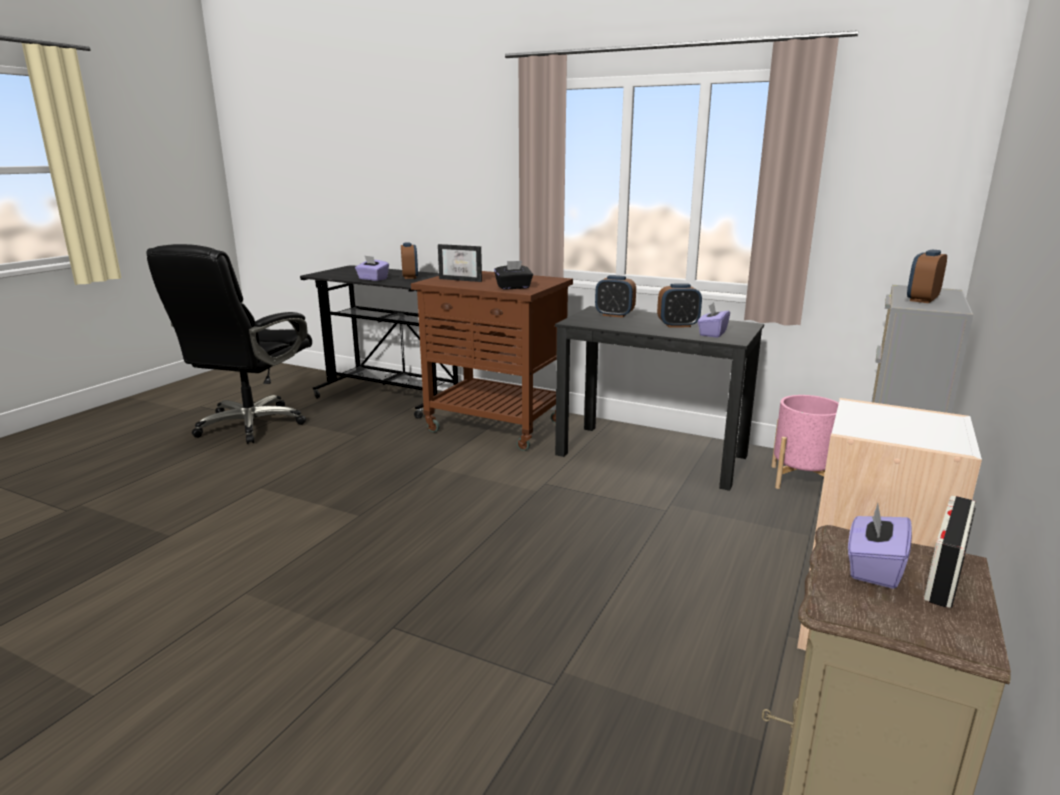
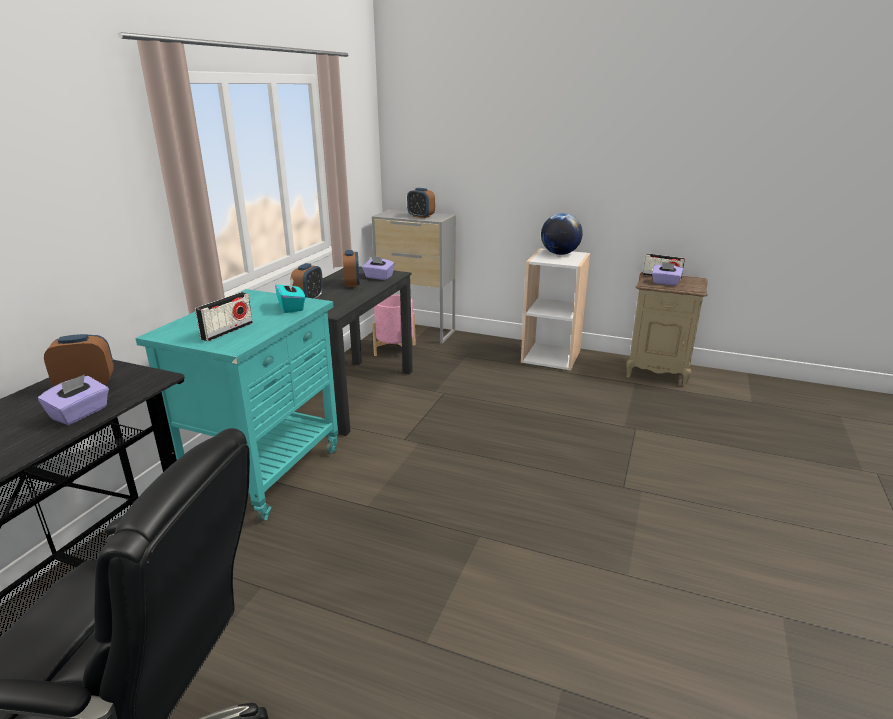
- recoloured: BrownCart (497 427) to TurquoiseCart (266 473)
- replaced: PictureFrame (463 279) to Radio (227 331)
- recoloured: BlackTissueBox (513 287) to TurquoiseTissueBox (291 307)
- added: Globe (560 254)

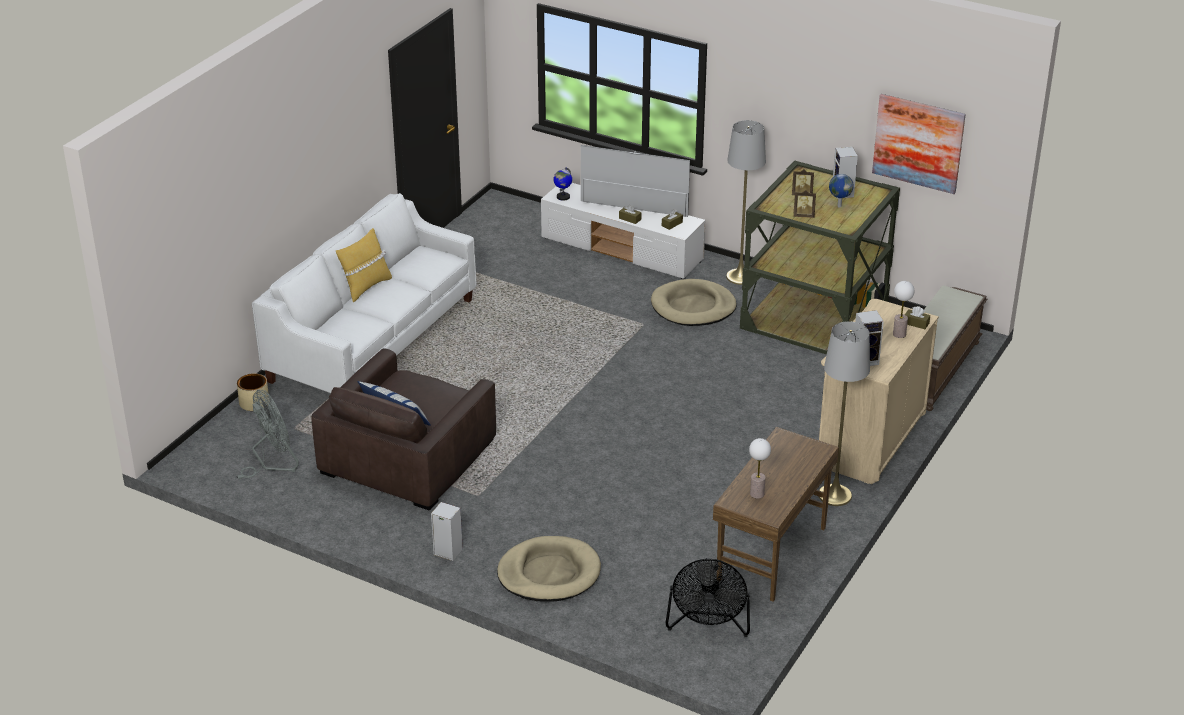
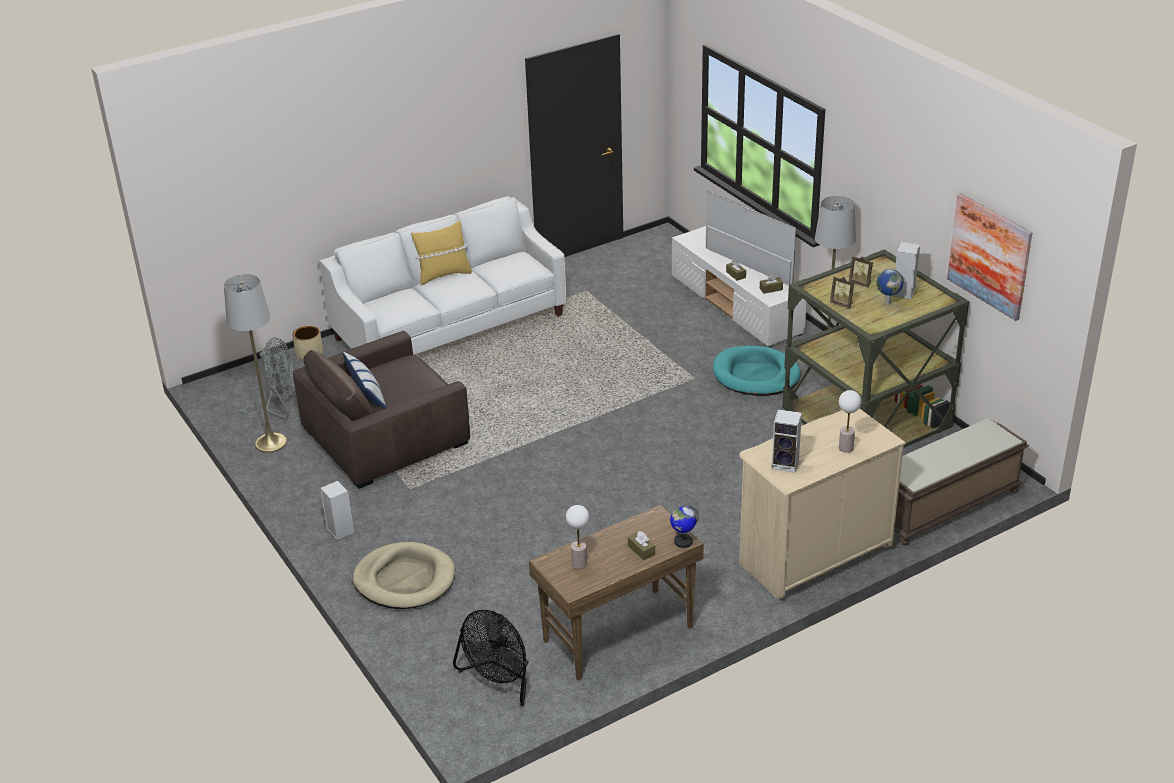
- moved: Globe (563 197) to (683 541)
- recoloured: BeigeDogBed (693 307) to TurquoiseDogBed (755 375)
- moved: GreyFloorLamp (835 495) to (271 443)
- moved: BrownTissueBox (916 323) to (641 550)

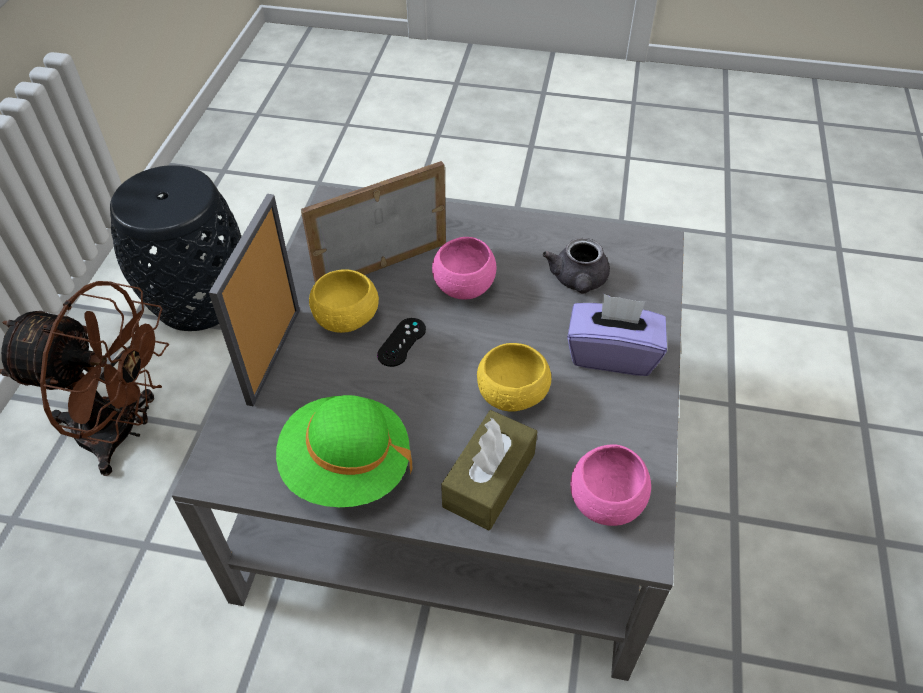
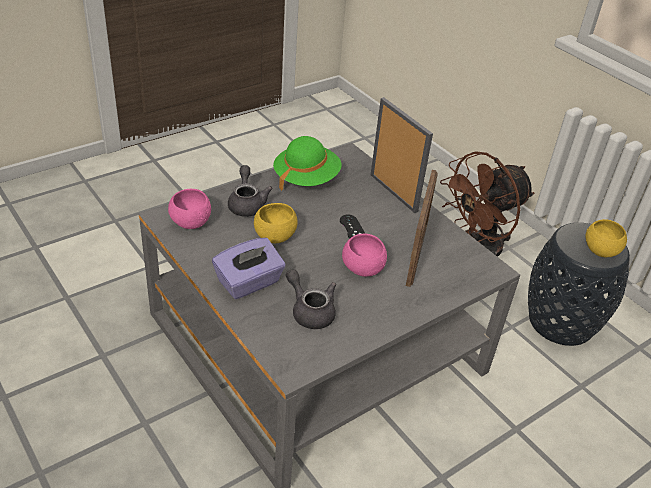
- moved: YellowBowl (347 319) to (600 251)
- replaced: BrownTissueBox (489 480) to GreyTeapot (247 204)

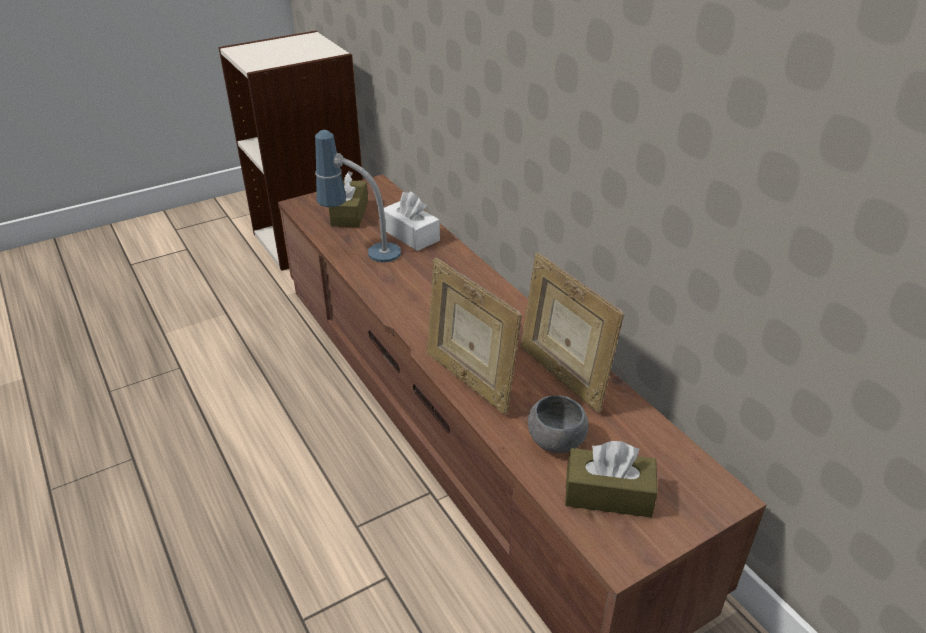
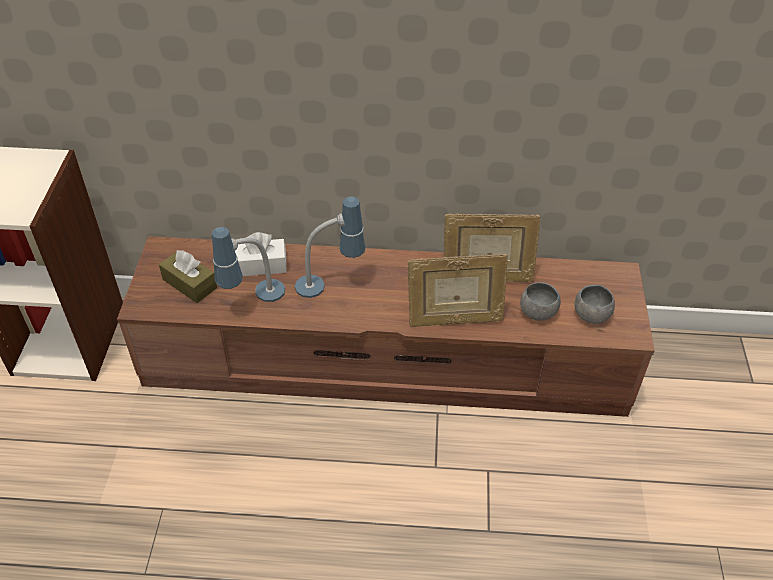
- replaced: BrownTissueBox (608 494) to GreyBowl (591 315)
- added: TableLamp (330 285)

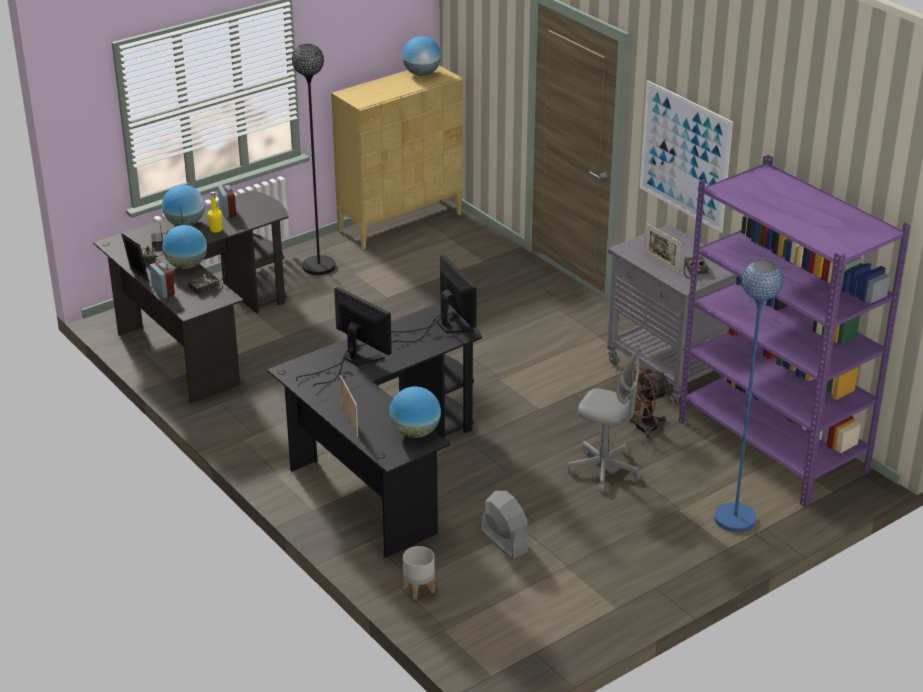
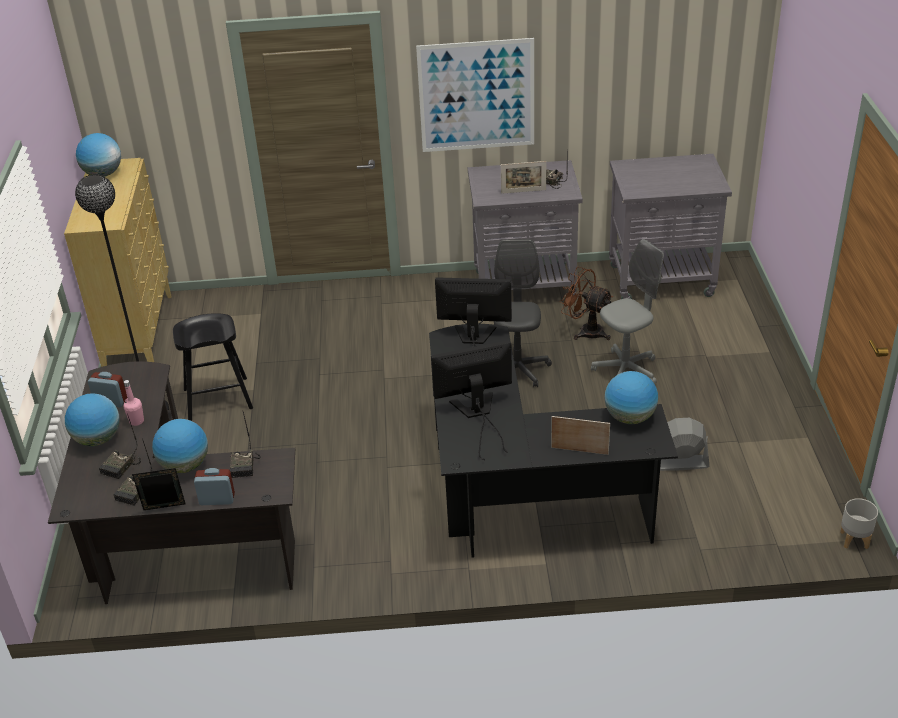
- recoloured: YellowBottle (216 229) to PinkBottle (136 421)
- moved: GreyPlanter (419 589) to (854 539)
- turned: BrownFan (640 428) = (585 331) 120 degrees clockwise
- replaced: PurpleBookcase (772 446) to GreyCart (662 281)
- removed: BlueFloorLamp (734 519)
- added: BlackStool (218 399)
- added: GreyOfficeChair (517 370)

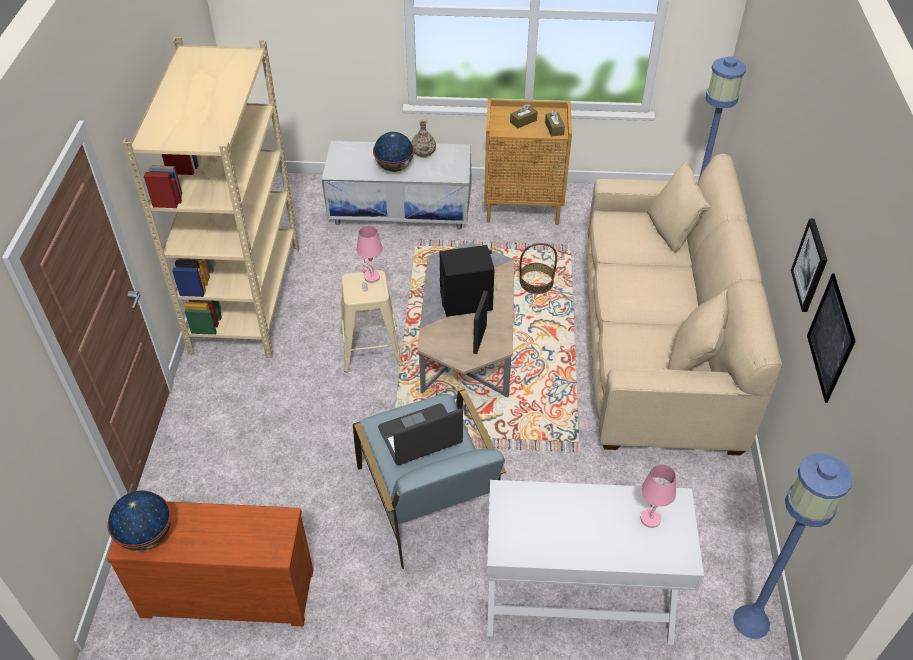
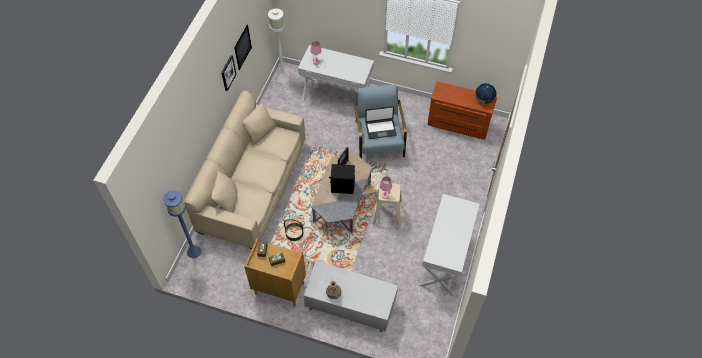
- replaced: BeigeBookcase (247 298) to WhiteConsoleTable (445 258)
- removed: Globe (394 167)
- recoloured: BlueFloorLamp (751 621) to WhiteFloorLamp (283 79)

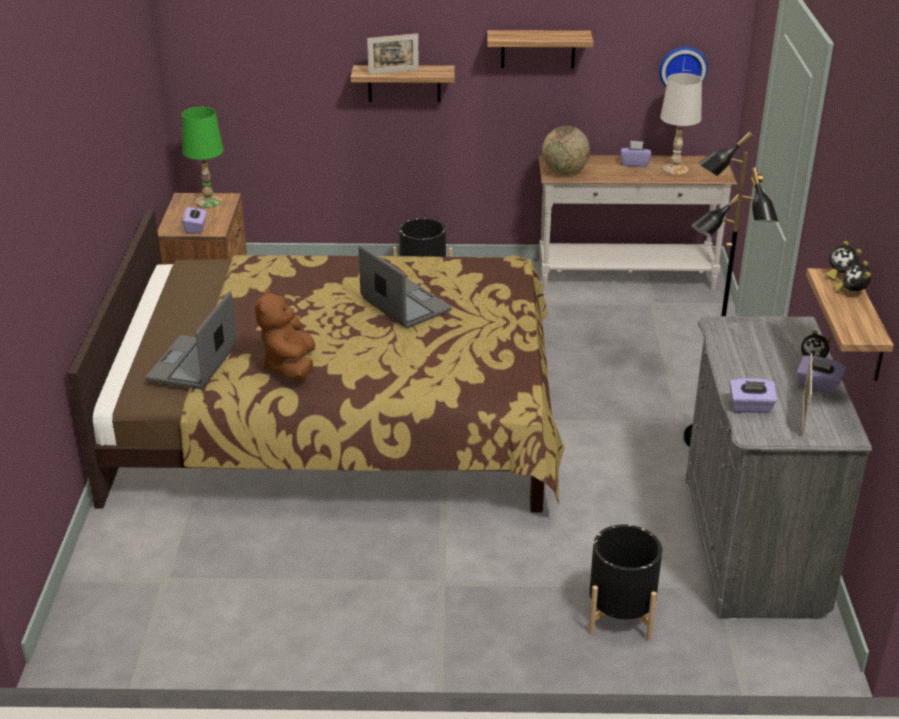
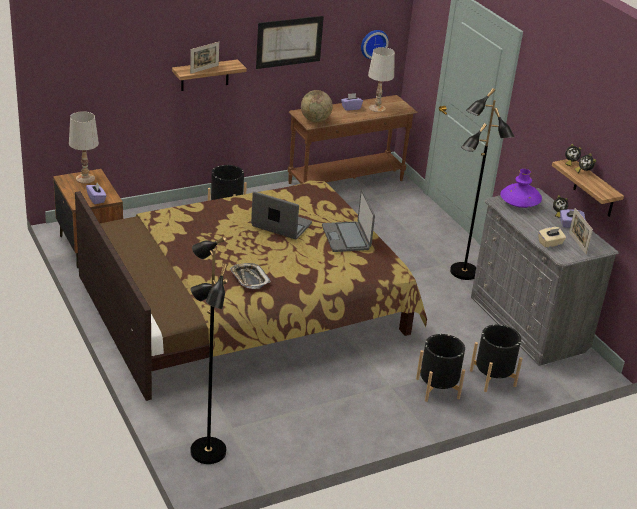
- moved: Laptop (193 364) to (346 237)
- recoloured: GreenTableLamp (208 202) to WhiteTableLamp (85 179)
- replaced: BrownPlushToy (290 367) to Tray (249 278)
- replaced: Shelf (538 49) to Picture (289 42)
- recoloured: WhiteConsoleTable (626 278) to BrownConsoleTable (346 182)
- recoloured: PurpleTissueBox (750 407) to BeigeTissueBox (550 243)
- added: BlackFloorLamp (207 451)
- added: BlackPlanter (437 388)
- added: PurpleVase (519 203)

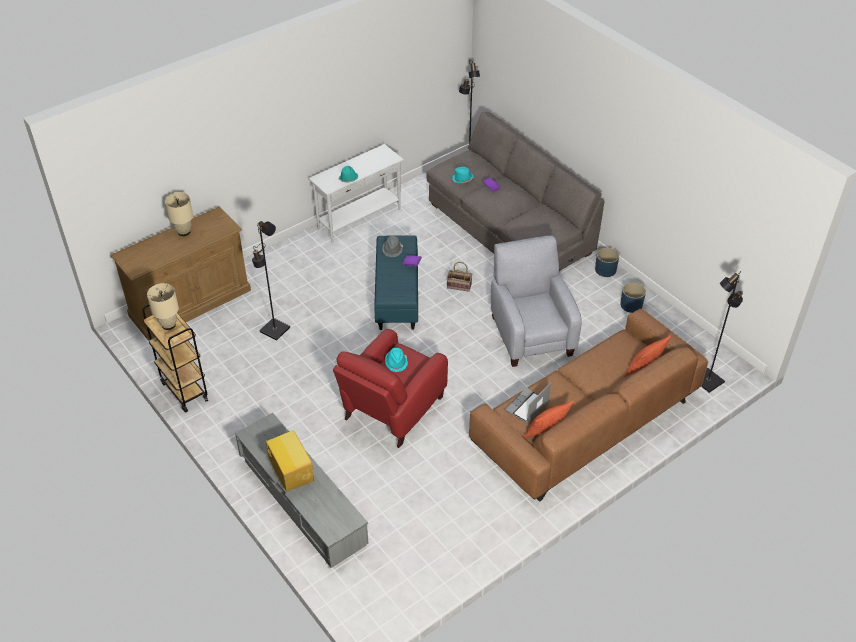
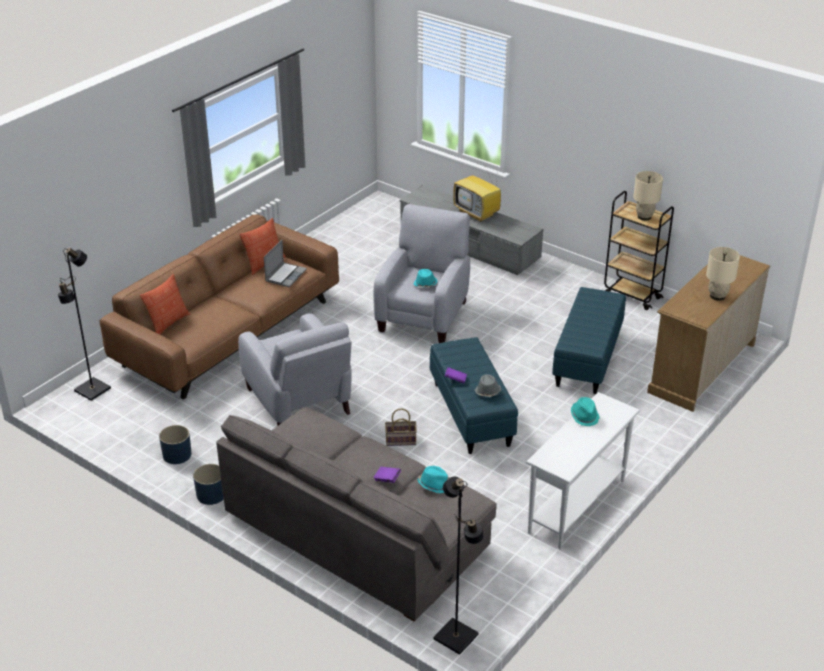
- replaced: BlackFloorLamp (274 329) to BlueOttoman (588 359)
- recoloured: RedArmchair (391 410) to GreyArmchair (424 314)

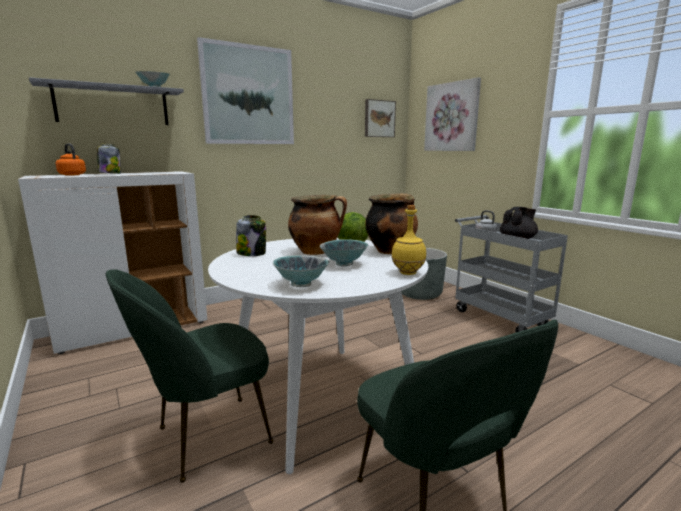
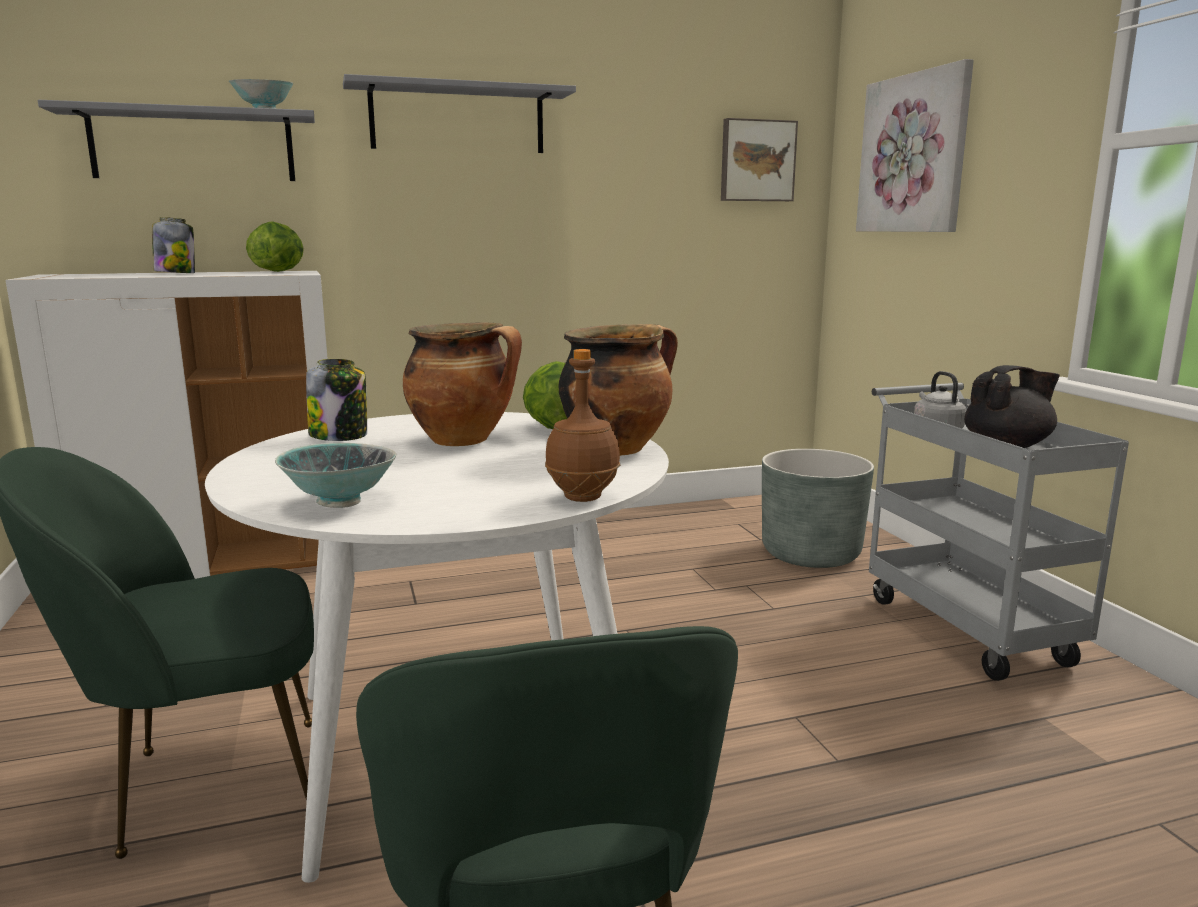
- removed: OrangeKettle (71 175)
- replaced: Picture (248 95) to GreyShelf (458 119)
- removed: Bowl (344 264)
- recoloured: YellowBottle (407 273) to BrownBottle (581 498)
- added: Lettuce (279 271)

